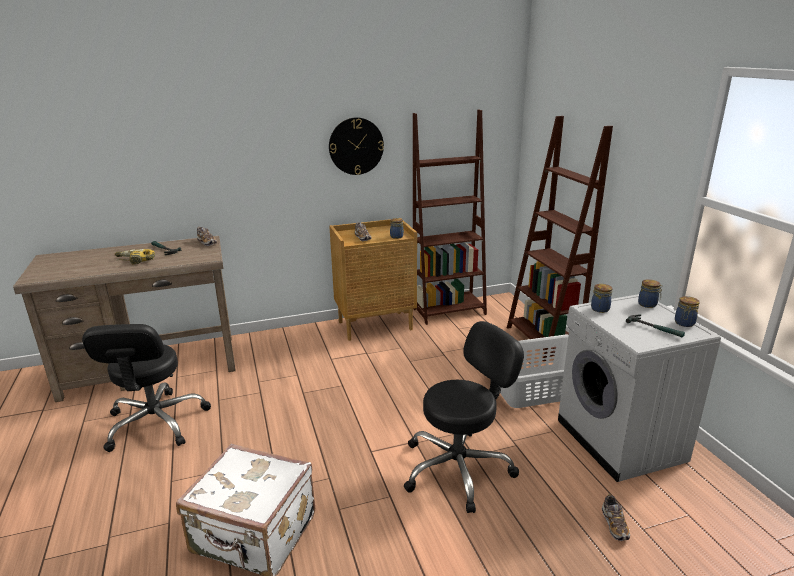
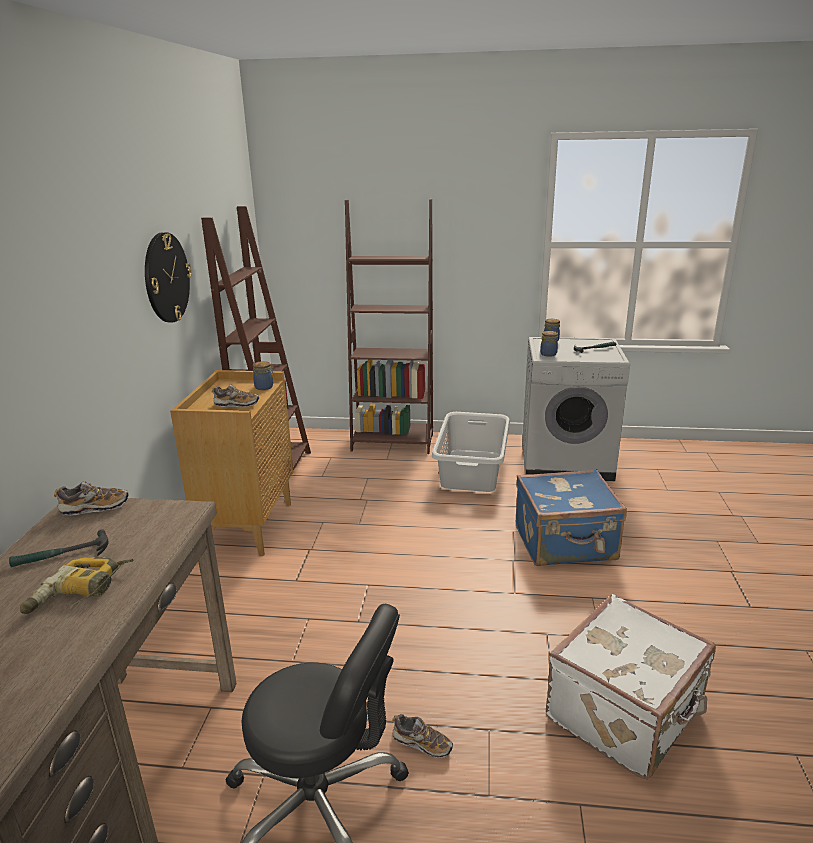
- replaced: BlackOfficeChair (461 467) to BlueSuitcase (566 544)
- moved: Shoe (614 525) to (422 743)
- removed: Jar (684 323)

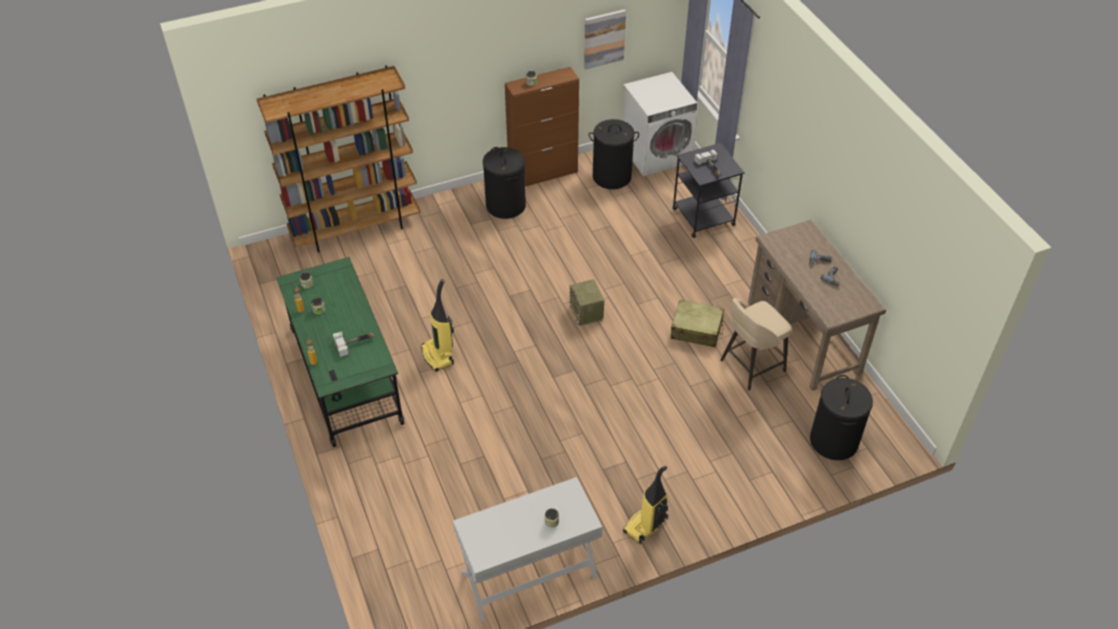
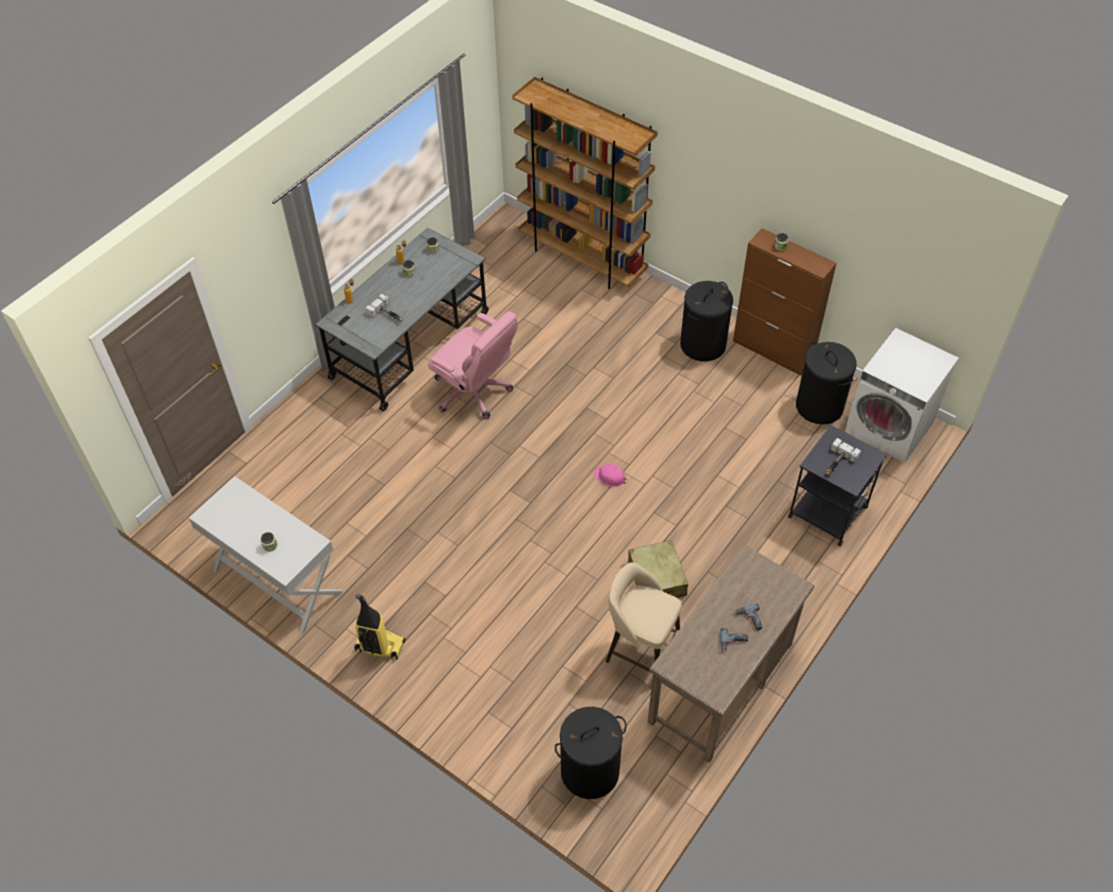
- recoloured: GreenDesk (345 375) to GreyDesk (410 345)
- replaced: VacuumCleaner (438 356) to PinkOfficeChair (475 394)
- replaced: Radio (587 313) to PinkHardHat (610 477)
- removed: Picture (604 38)

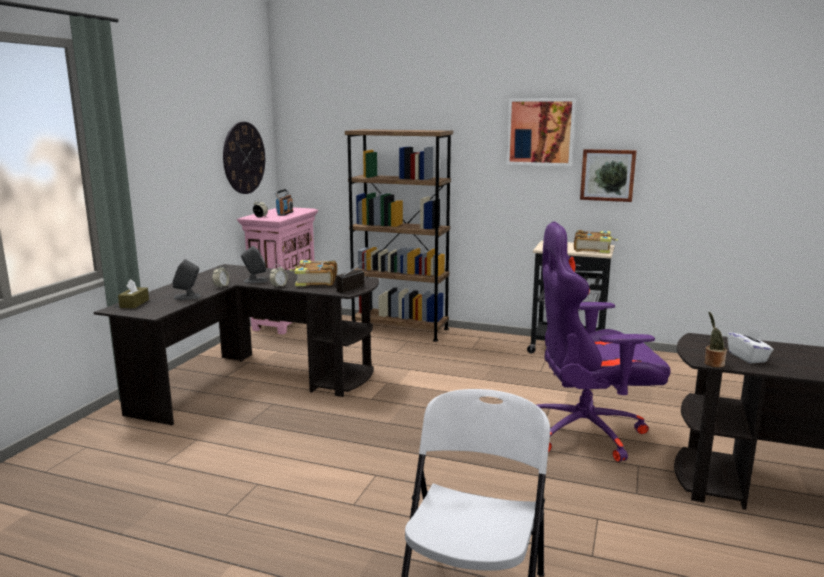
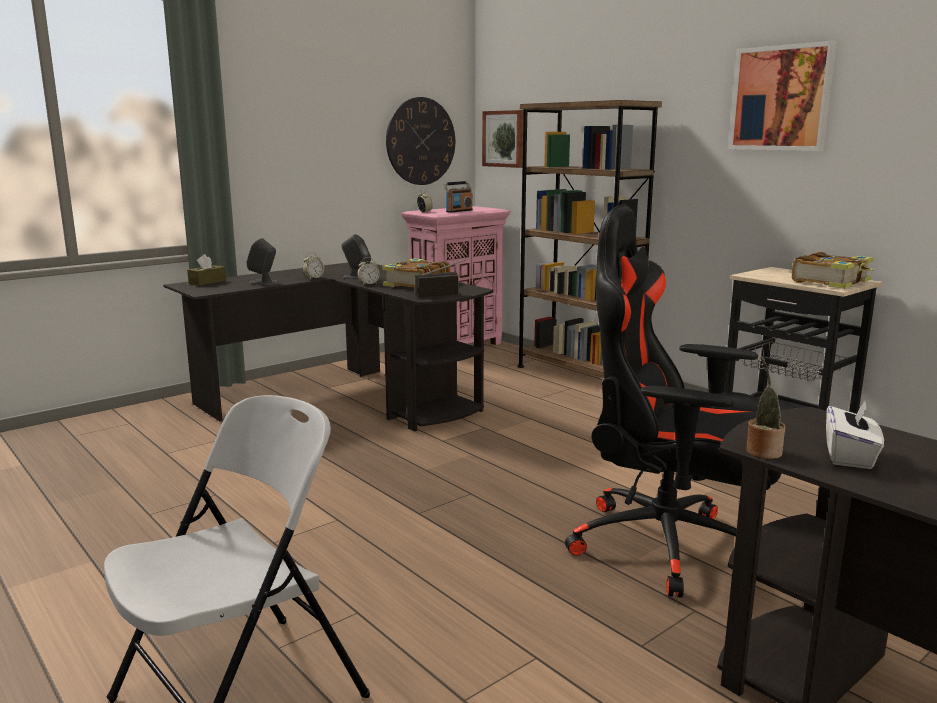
- recoloured: PurpleOfficeChair (592 434) to BlackOfficeChair (678 550)
- moved: Picture (607 175) to (504 139)

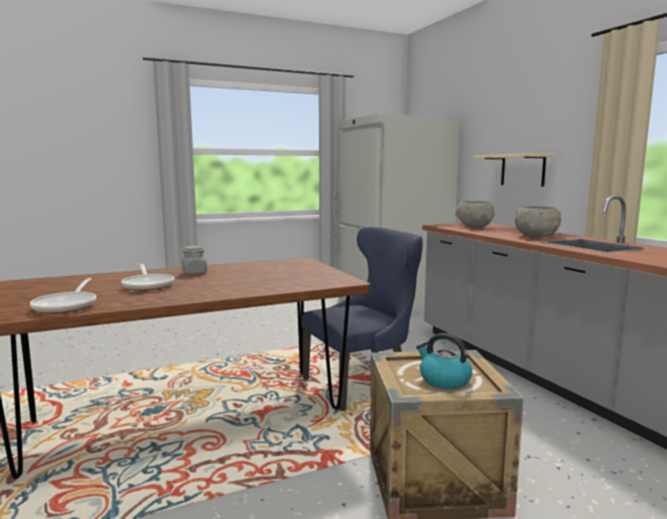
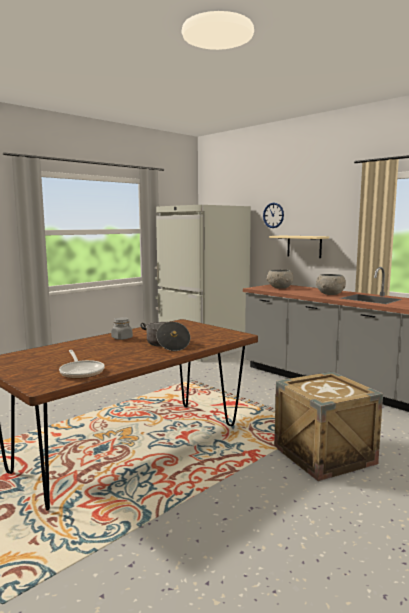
- removed: FryingPan (148 285)
- removed: BlueChair (362 384)
- removed: Kettle (443 380)
- added: CookingPot (166 344)
- added: WallClock (273 215)

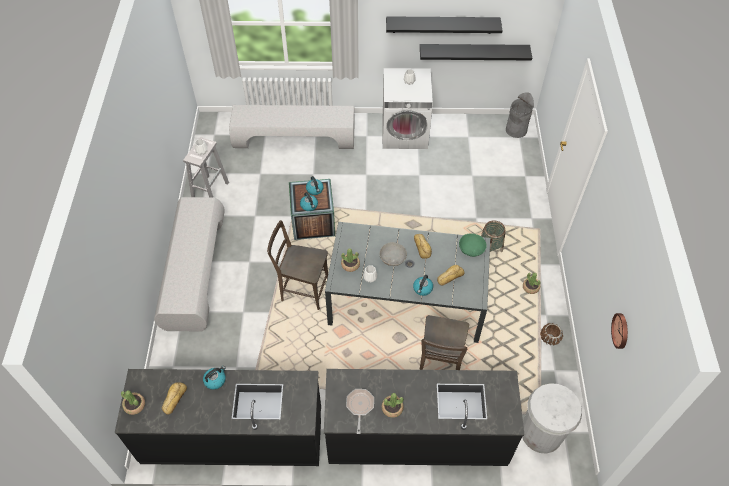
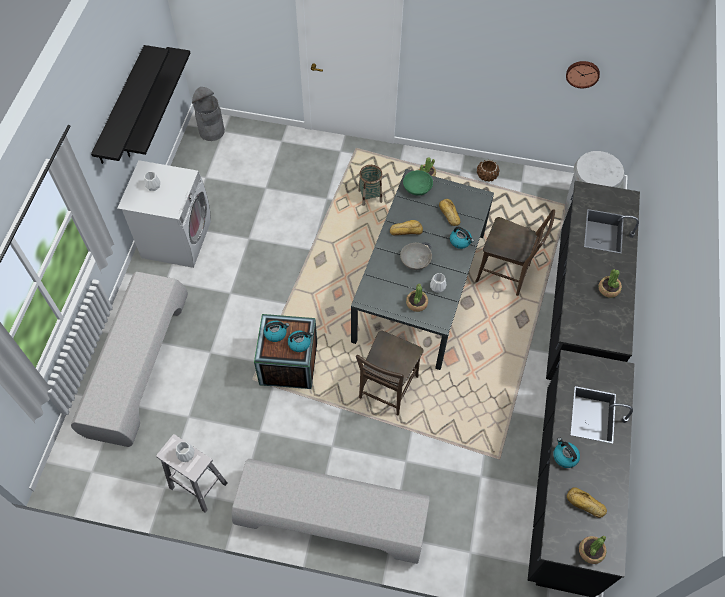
- removed: FryingPan (360 406)

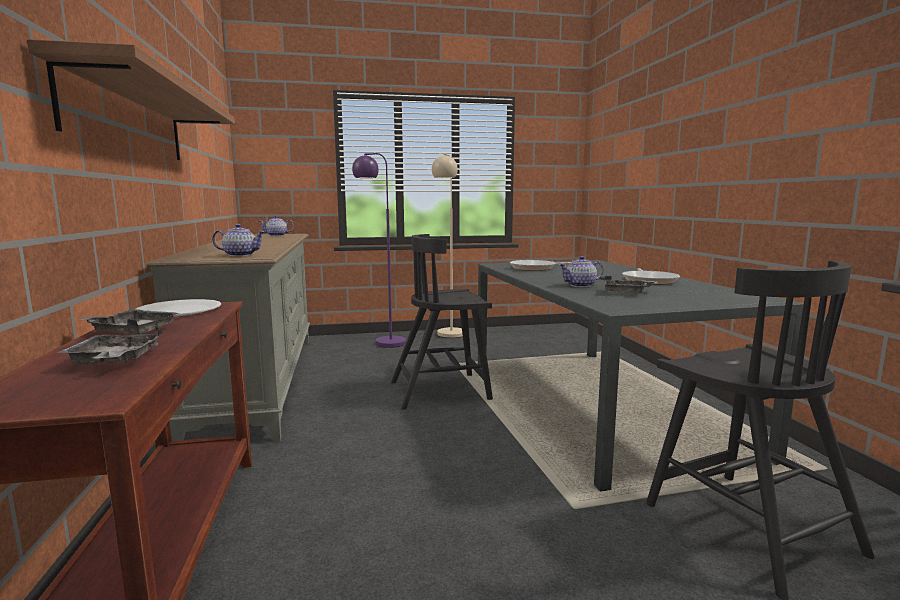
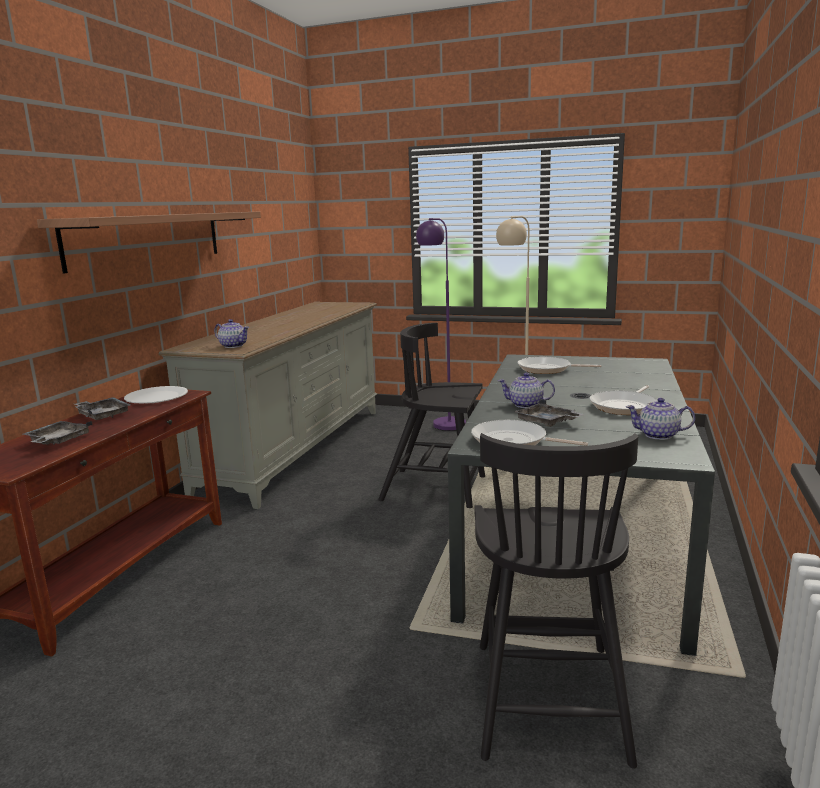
- moved: Teapot (277 235) to (659 435)
- added: FryingPan (513 441)

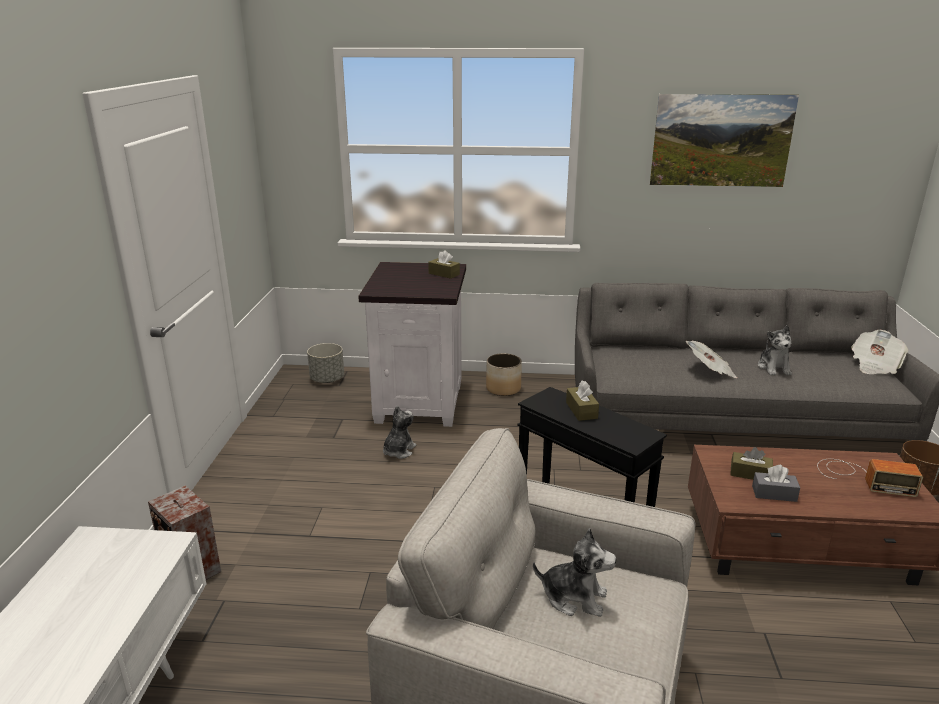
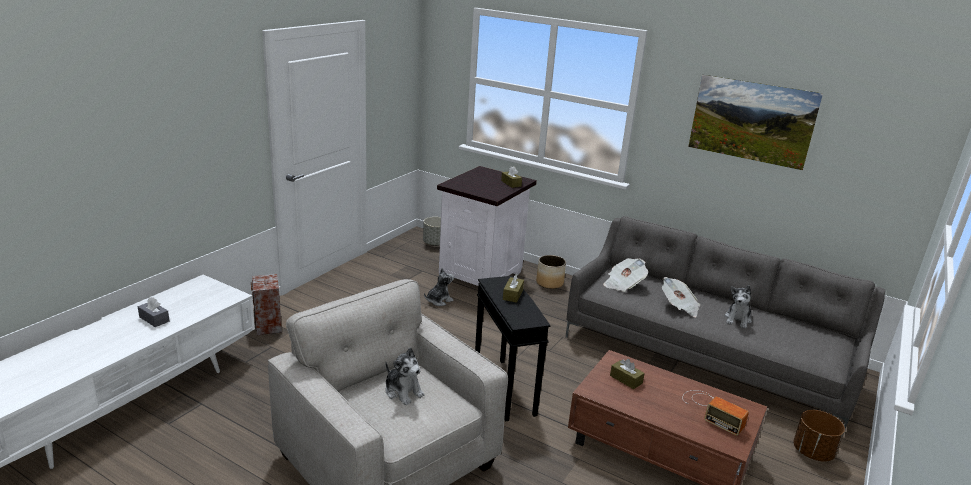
- moved: GreyTissueBox (774 494) to (154 319)
- moved: Newspaper (874 365) to (623 284)

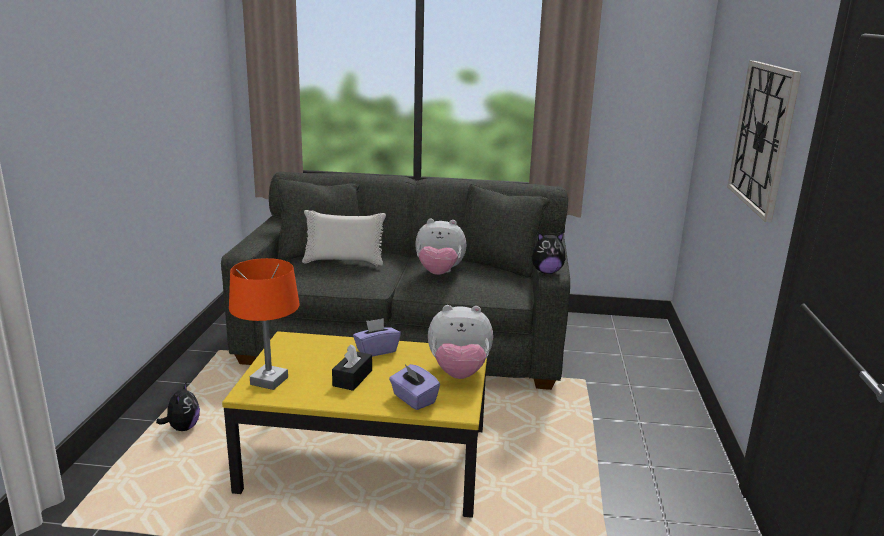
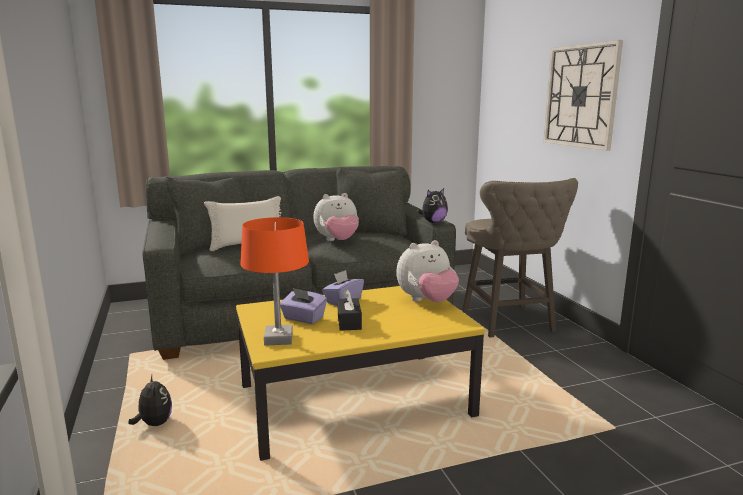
- moved: PurpleTissueBox (413 399) to (303 318)
- added: BeigeStool (509 322)

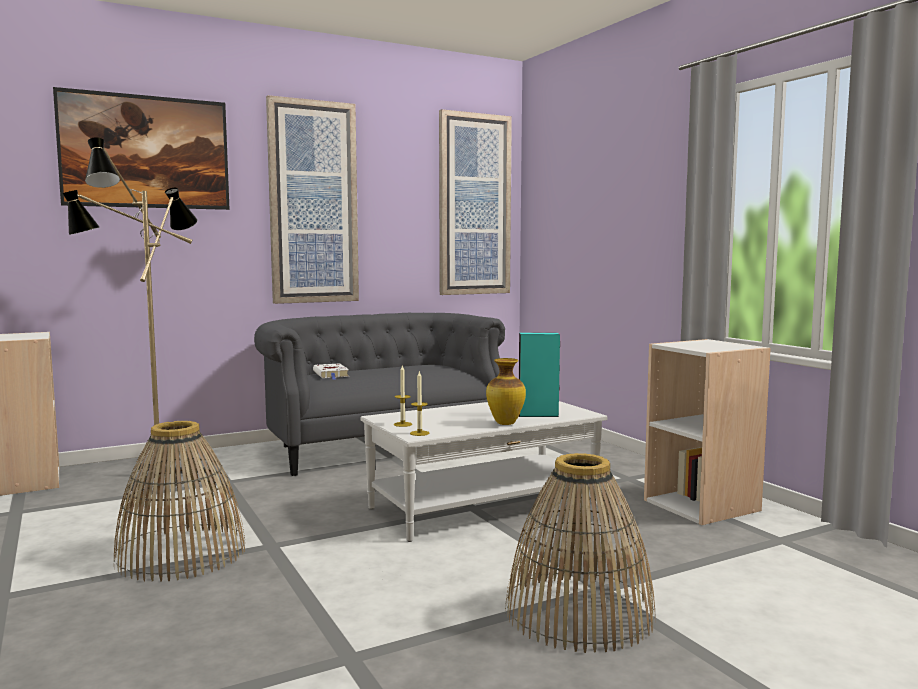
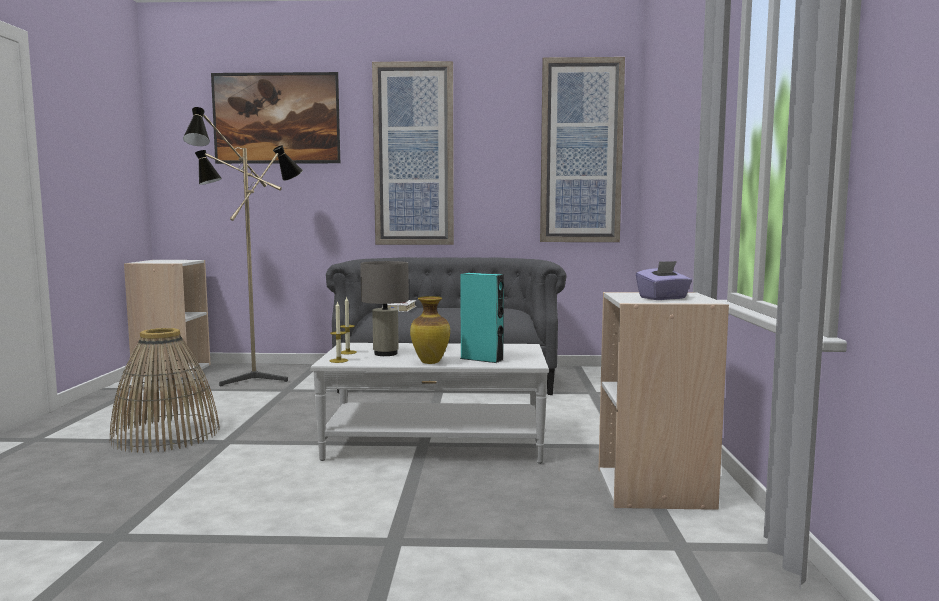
- removed: Basket (579 613)
- added: GreyTableLamp (385 353)
- added: PurpleTissueBox (663 298)

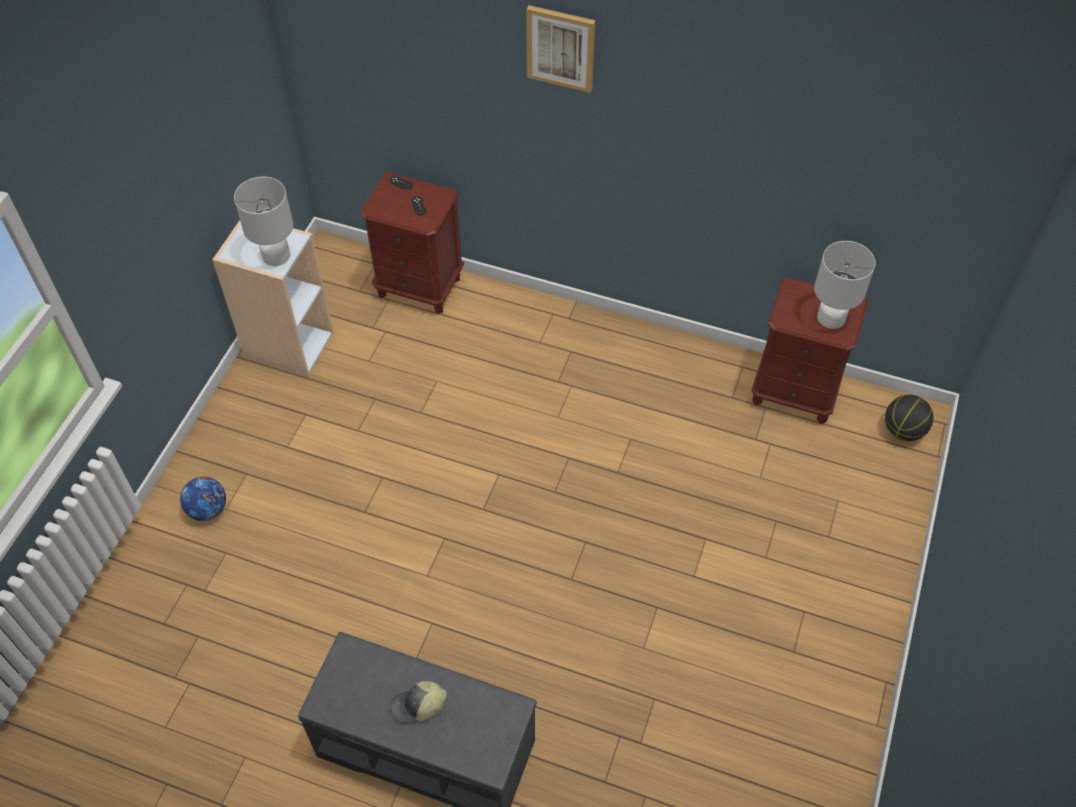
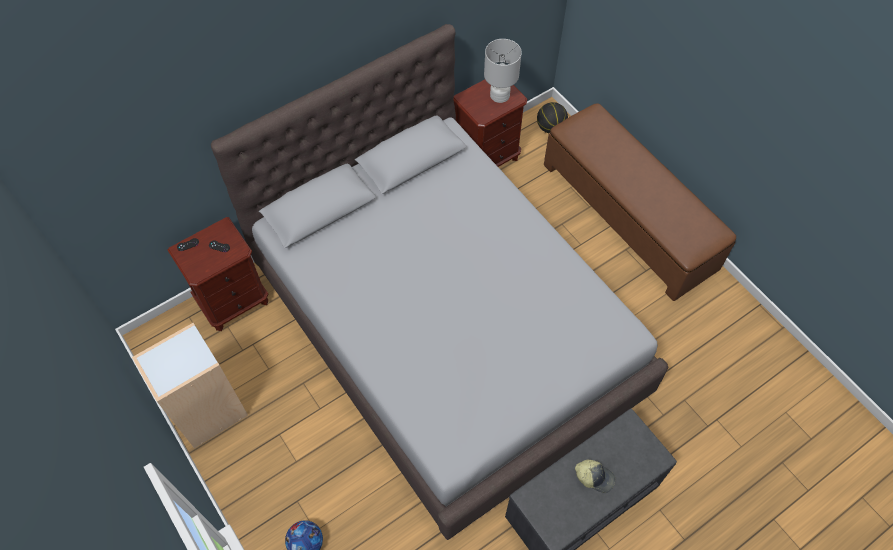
- removed: GreyTableLamp (275 256)
- turned: Cap (418 706) = (594 477) 90 degrees counterclockwise
- removed: Picture (561 47)
- added: GreyBed (446 327)
- added: BrownBench (629 215)

